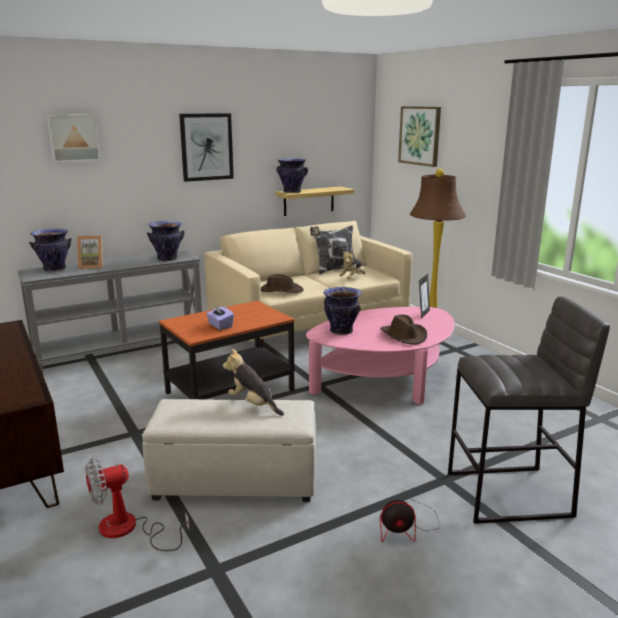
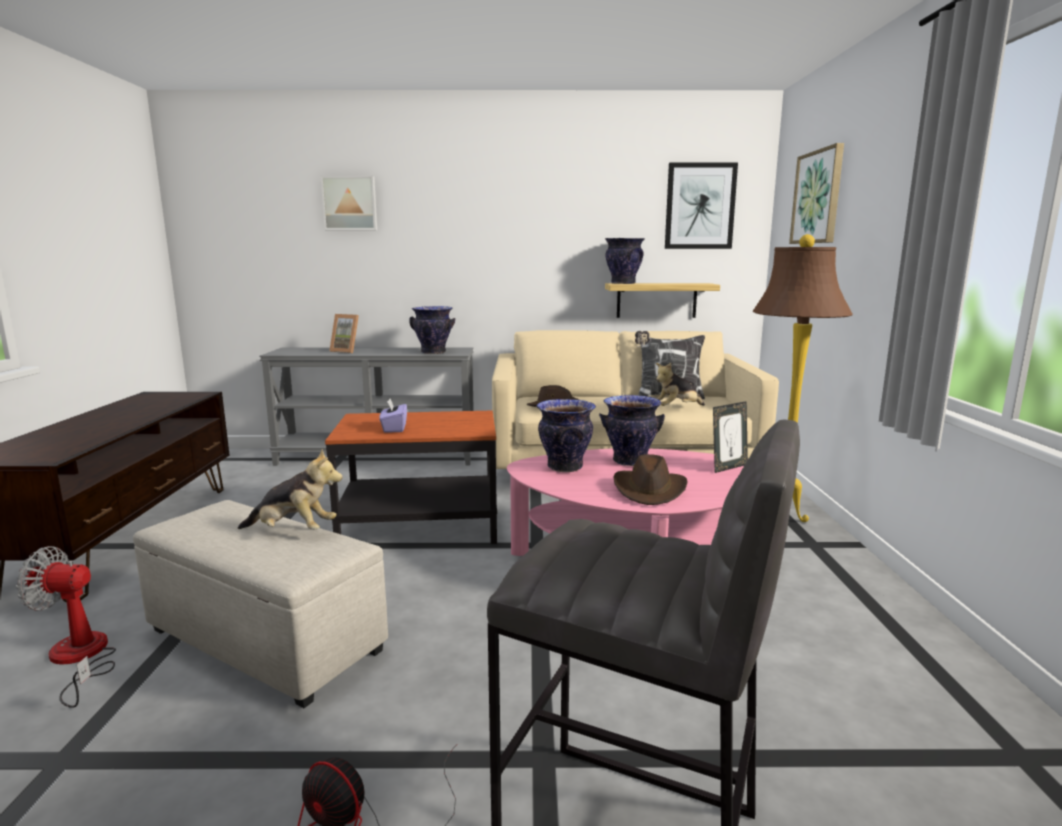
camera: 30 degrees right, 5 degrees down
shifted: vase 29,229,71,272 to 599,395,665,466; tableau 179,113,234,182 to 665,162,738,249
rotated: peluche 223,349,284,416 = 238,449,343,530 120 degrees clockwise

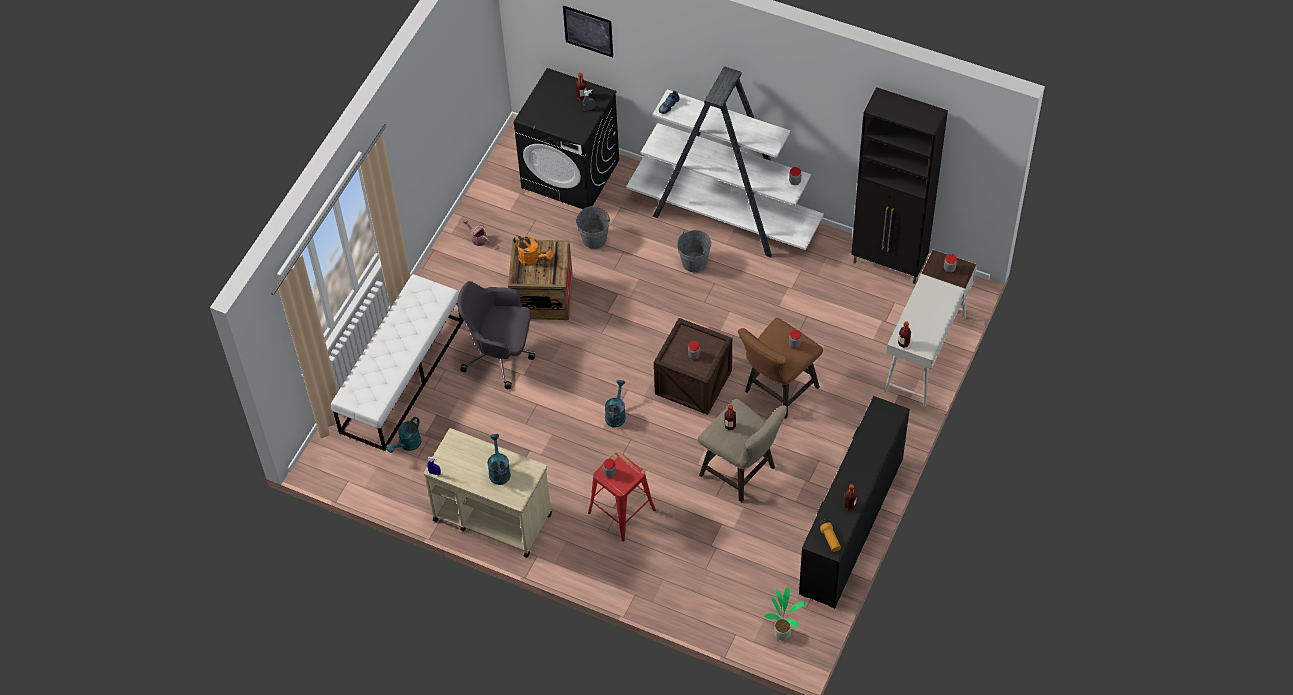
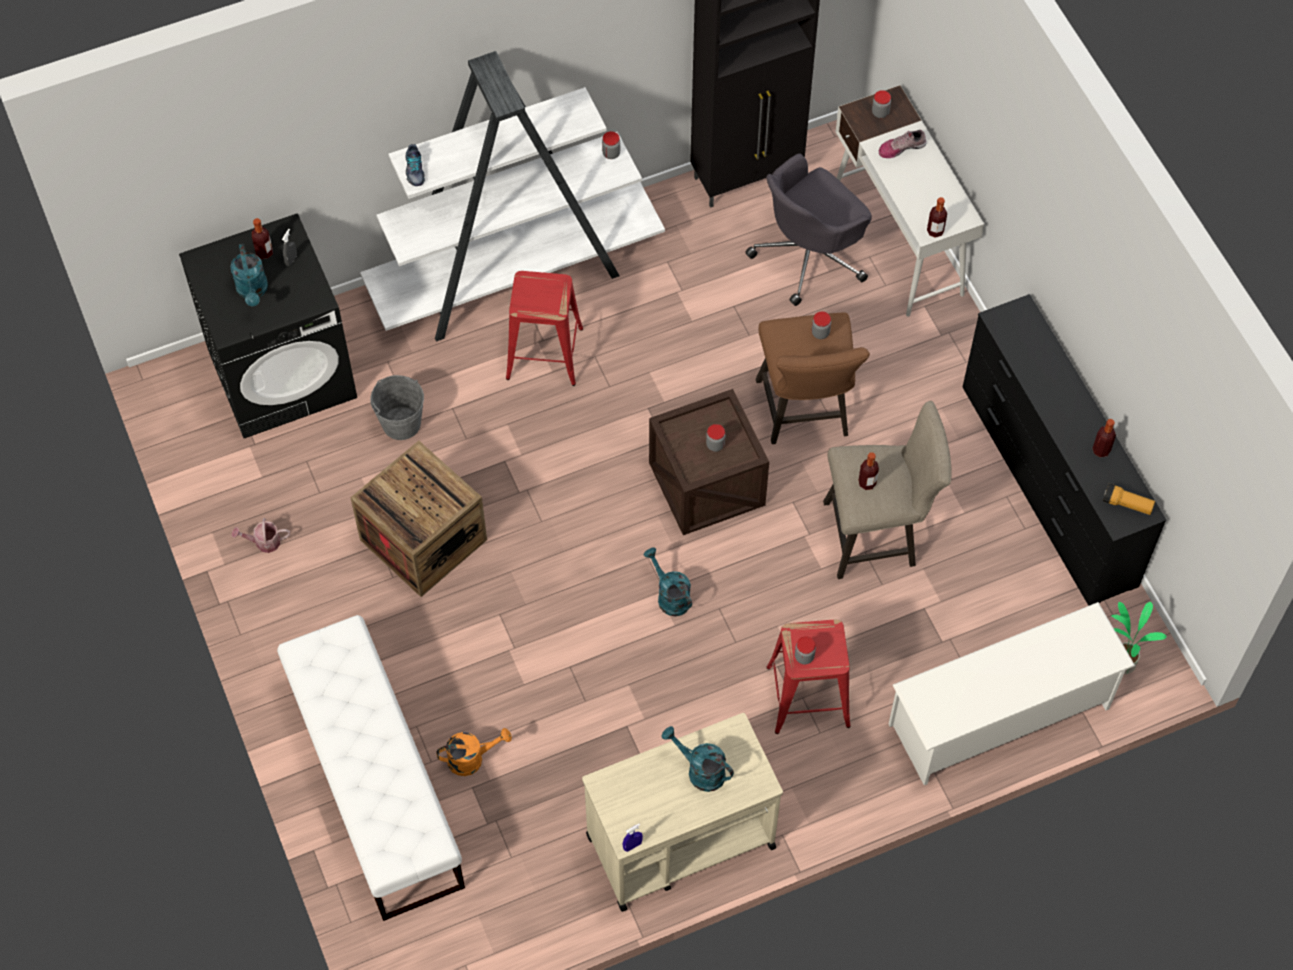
camera: 50 degrees left, 5 degrees up
gone: tableau 563,5,613,57
new: chaussure 879,129,927,158; étagère à chaussures (blanc) 889,602,1135,785
shifted: arrosoir (turquoise) 387,417,421,453 to 230,243,268,306; chaise de bureau (gris) 457,281,535,389 to 745,153,872,306; arrosoir (orange) 513,235,553,266 to 436,728,512,776
swapped: seau (gris) 677,230,711,272 to tabouret (rouge) 506,271,583,386

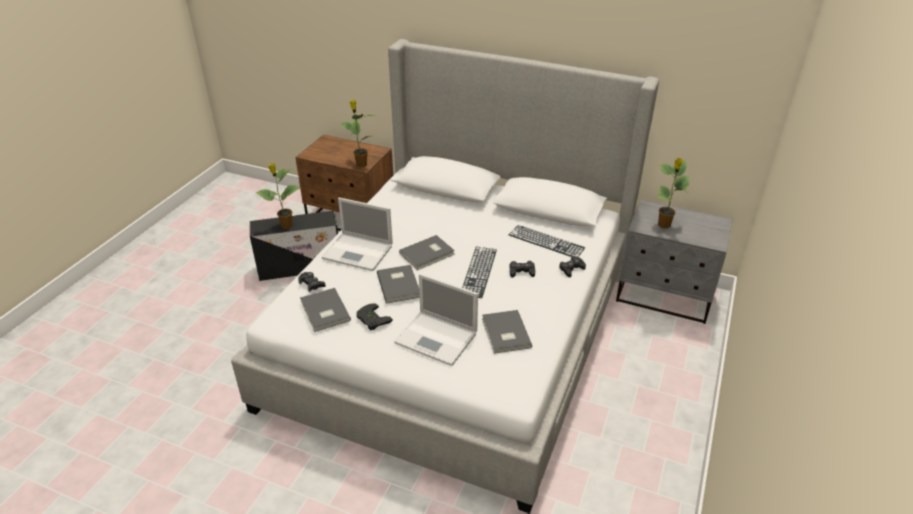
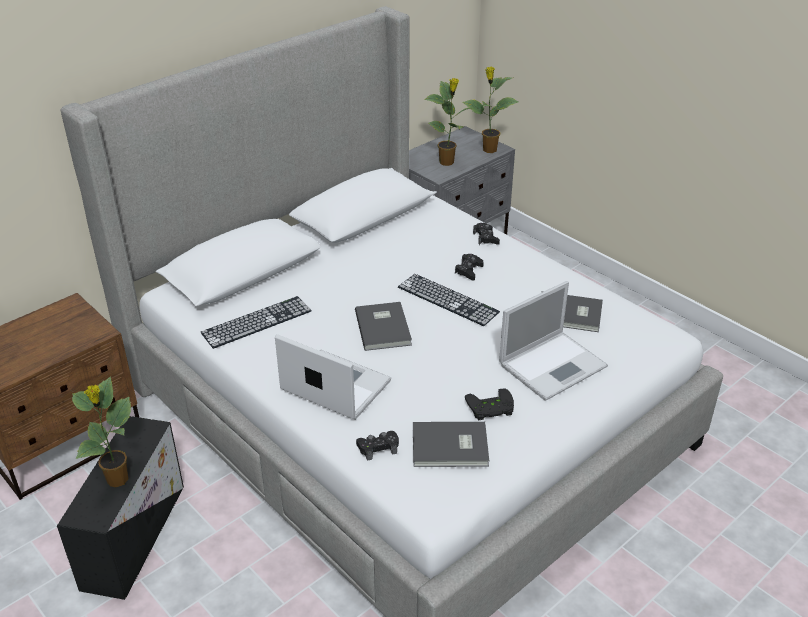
camera: 65 degrees left, 0 degrees up
gone: livre (gris) 377,265,420,304
shifted: plante en pot 340,100,375,167 to 462,67,519,153; clavier 509,225,585,257 to 200,296,312,349
rotated: ordinateur portable 322,198,393,271 = 275,334,391,420 105 degrees counterclockwise

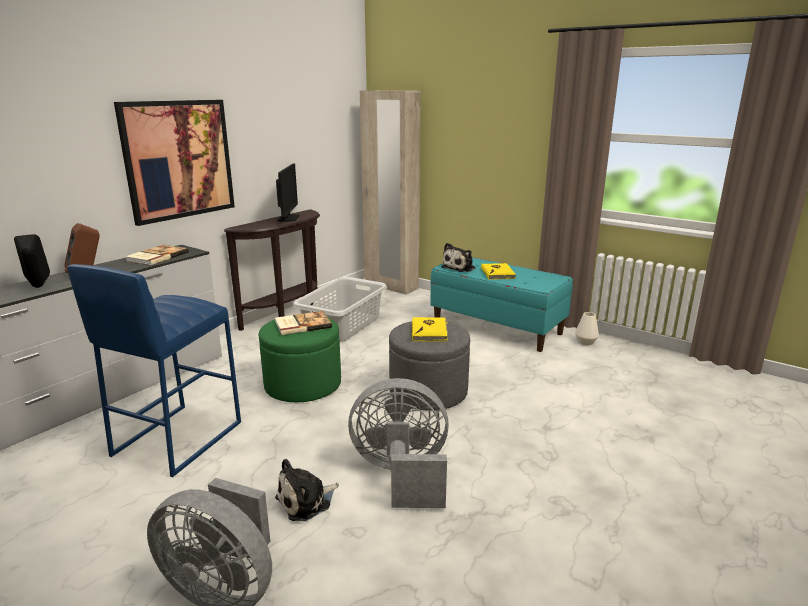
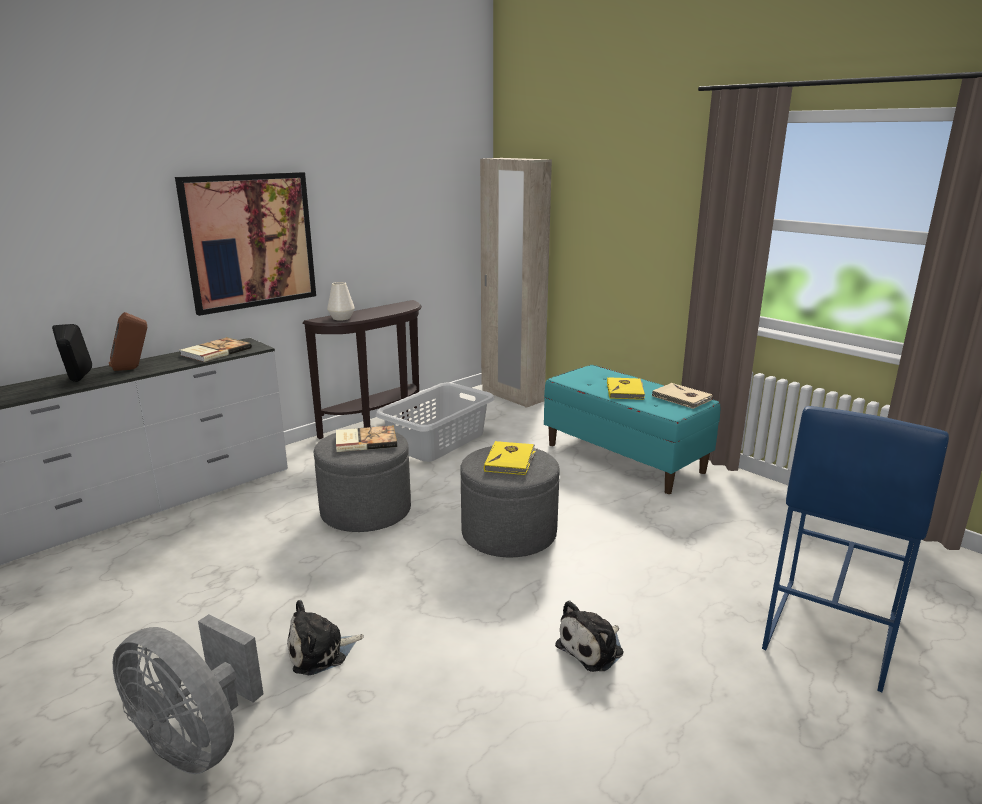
camera: 10 degrees right, 0 degrees up
gone: écran d'ordinateur 276,163,299,221; ventilateur (gris) 348,378,449,508
new: livre (beige) 651,383,712,409
shifted: tabouret (bleu) 67,264,241,477 to 762,406,949,692; peluche 441,243,476,272 to 555,601,623,672; vase (blanc) 575,312,599,345 to 327,282,355,320
repainted: pouf (vert) 259,318,341,402 to pouf (gris) 314,428,411,532

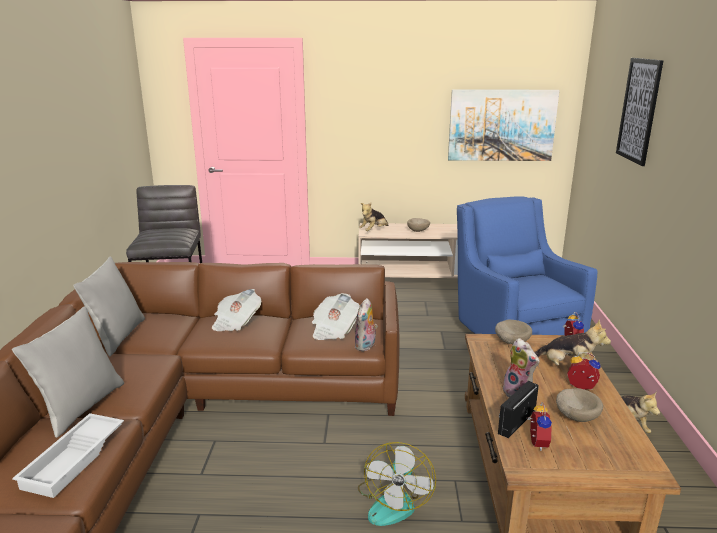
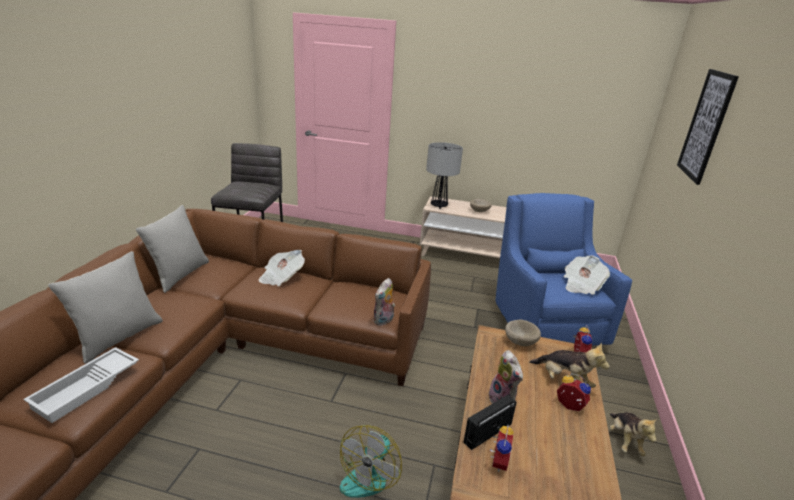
camera: 10 degrees right, 5 degrees up
gone: tableau 448,89,560,161; bol (beige) 556,388,603,422
shifted: journal 312,293,360,340 to 564,256,610,295
swapped: peluche 359,202,389,231 to lampe de table 426,142,463,209

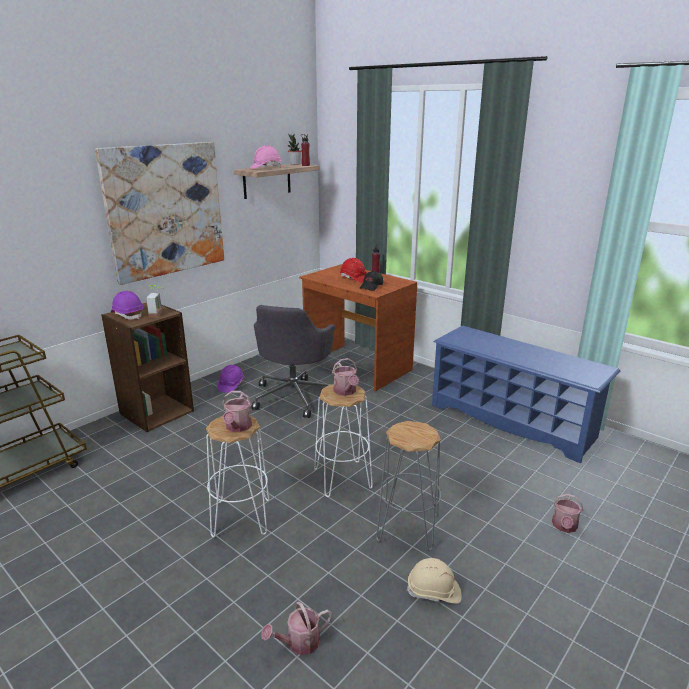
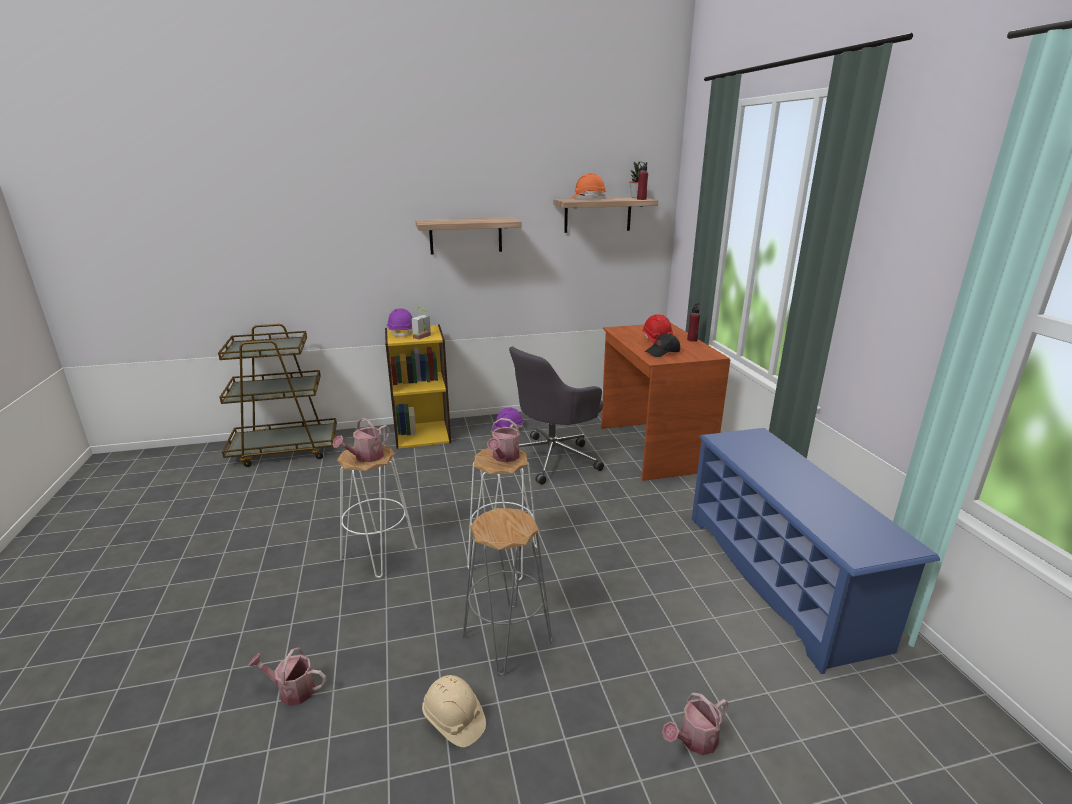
camera: 35 degrees right, 0 degrees up
swapped: tableau 95,142,224,285 to étagère 415,217,522,254
repainted: bibliothèque (marron) 101,303,194,432 to bibliothèque (jaune) 385,324,451,449; casque de chantier (rose) 250,145,281,169 to casque de chantier (orange) 571,173,606,199

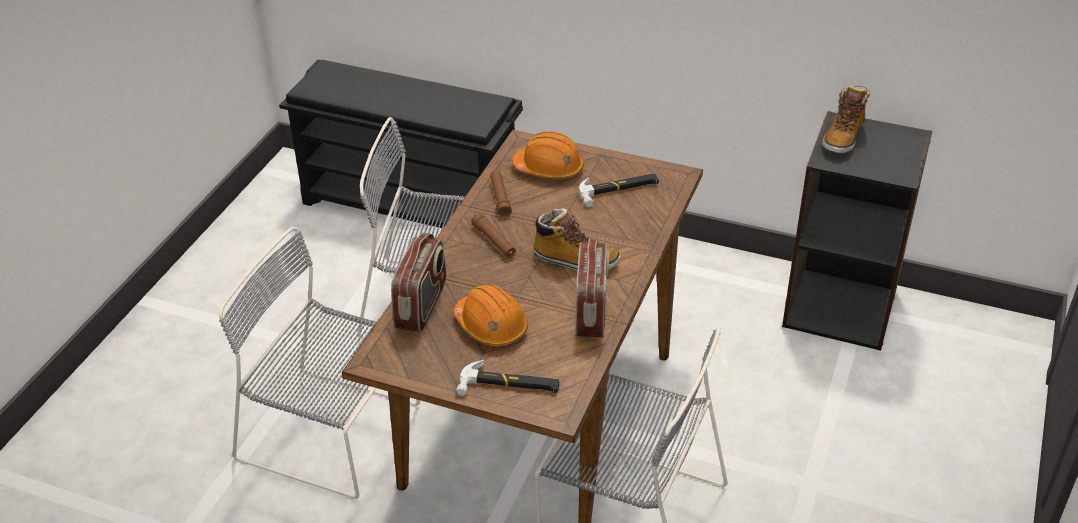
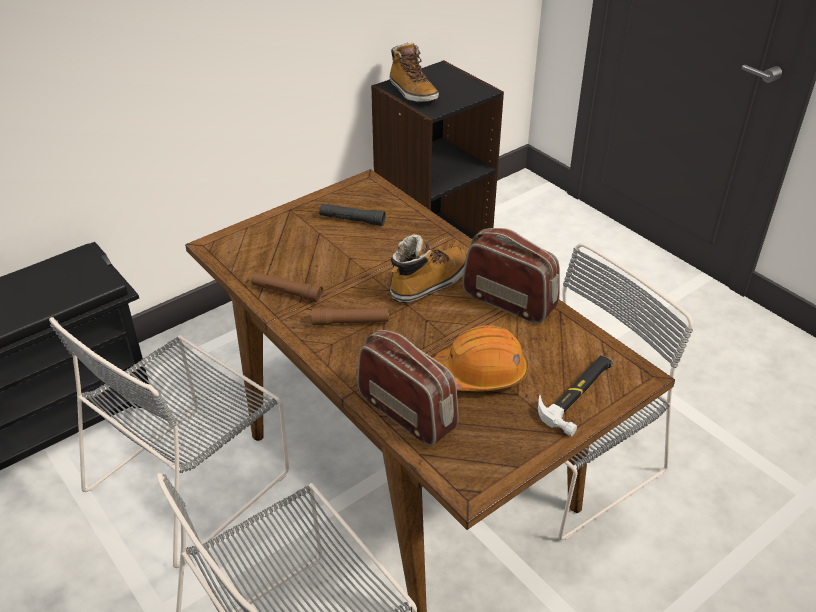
camera: 60 degrees left, 0 degrees up
gone: casque de chantier (orange) 512,131,584,179
swapped: marteau 579,173,659,207 to lampe de poche (noir) 319,204,386,226

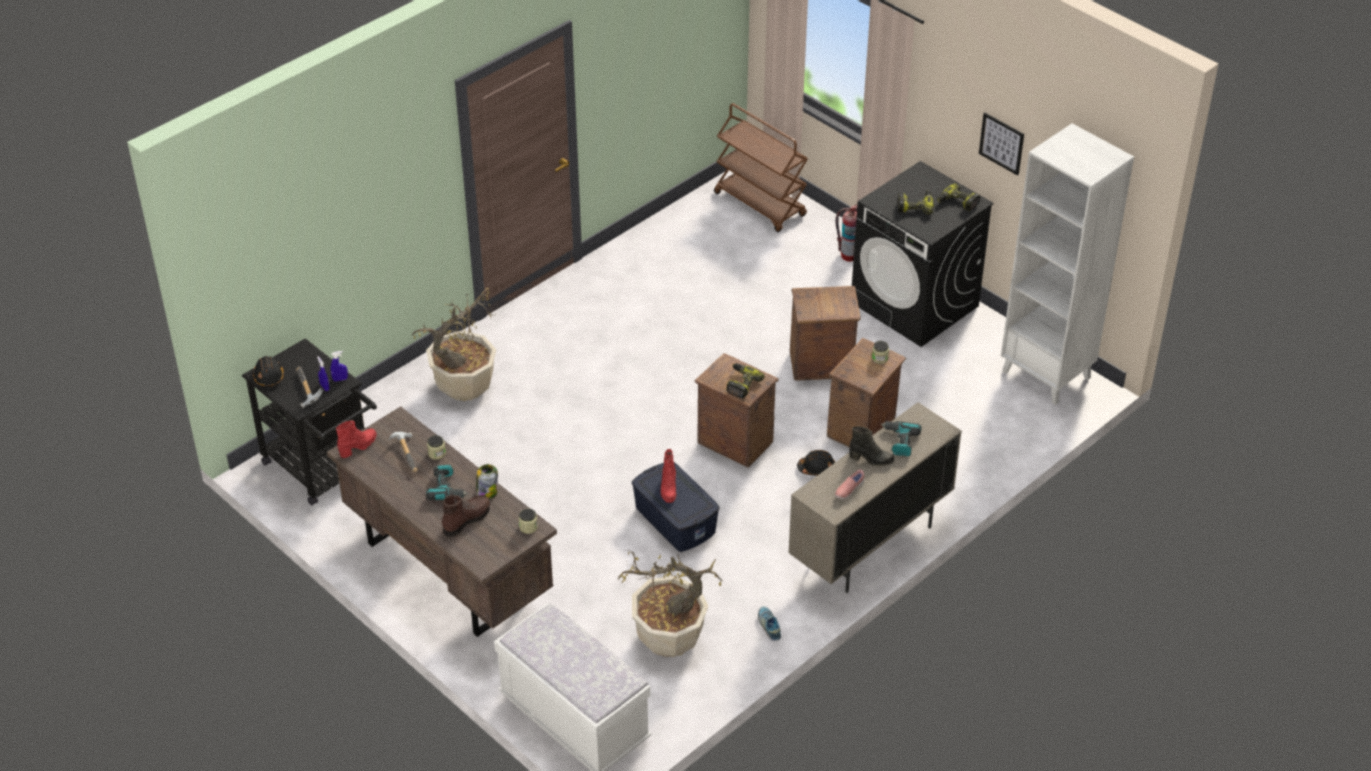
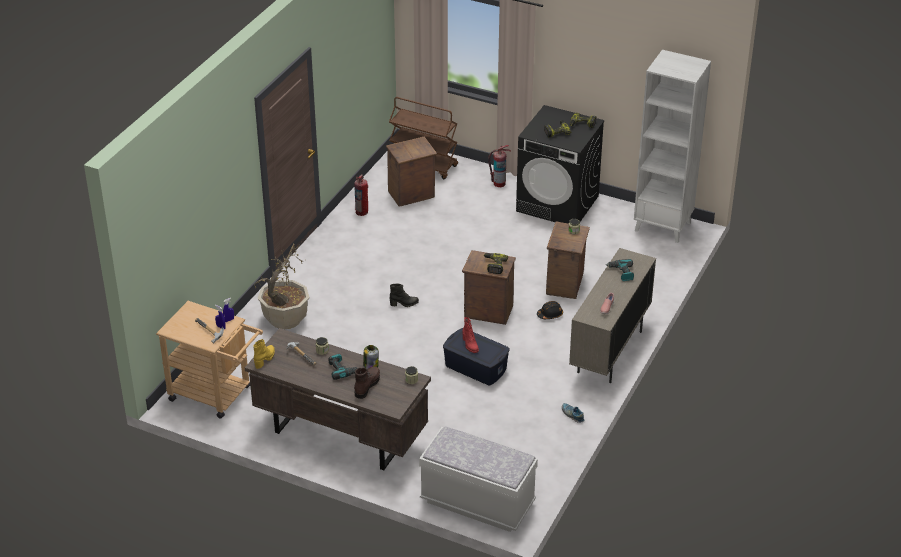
camera: 20 degrees left, 5 degrees down
gone: casque de chantier (noir) 253,356,284,387; plante en pot 618,550,722,657; tableau 979,112,1024,176
new: extincteur 354,174,368,216
shifted: caisse 790,286,861,380 to 386,137,437,206; botte (noir) 849,426,895,466 to 389,283,419,307
repainted: chariot (noir) 242,338,377,505 to chariot (beige) 156,301,263,419; botte (rouge) 336,420,377,458 to botte (jaune) 253,339,275,369

